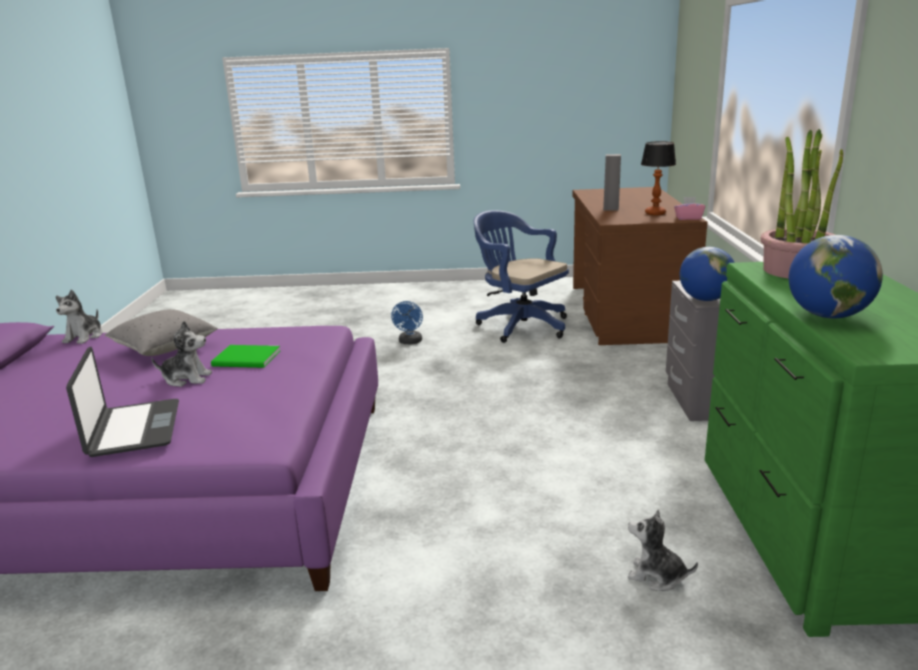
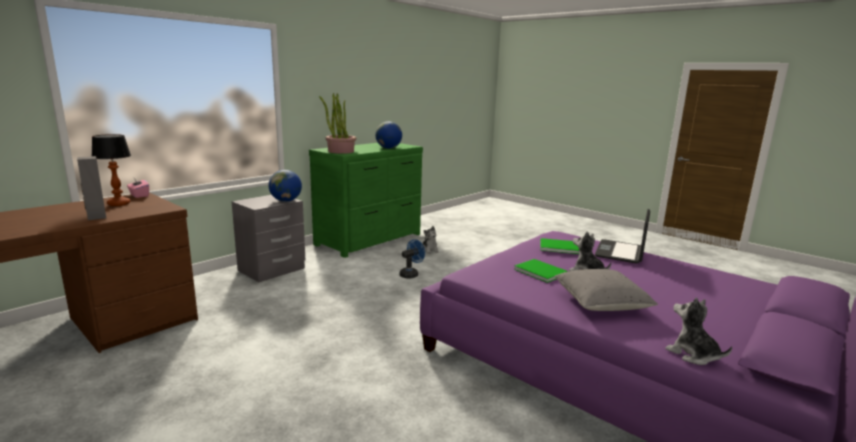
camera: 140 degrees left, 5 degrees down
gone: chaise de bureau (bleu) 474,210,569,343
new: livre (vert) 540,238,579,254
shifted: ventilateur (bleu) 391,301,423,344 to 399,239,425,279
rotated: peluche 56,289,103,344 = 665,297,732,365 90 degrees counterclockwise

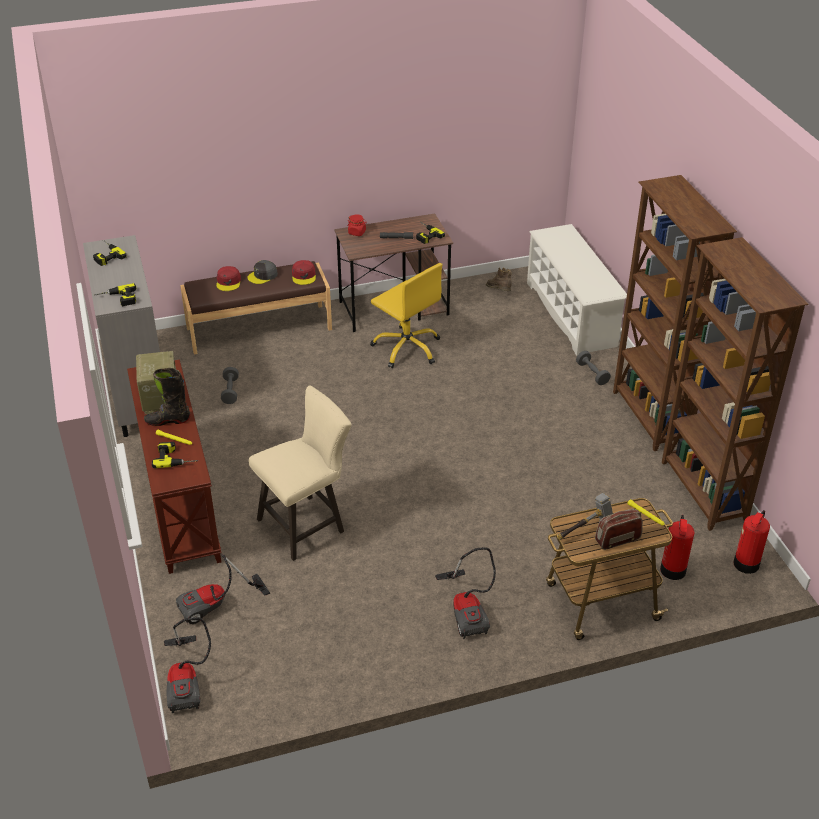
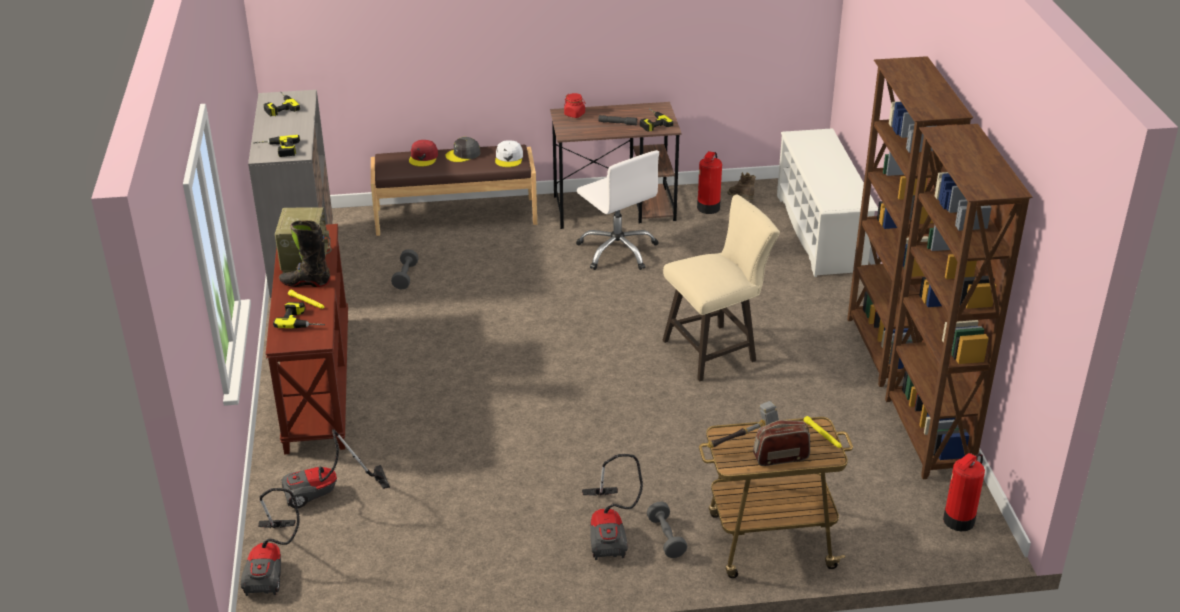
camera: 10 degrees right, 5 degrees down
shifted: tabouret (beige) 249,386,351,561 to 663,194,780,382; haltère (gris) 576,351,611,385 to 647,502,687,558; extincteur 660,515,695,580 to 697,151,722,214
repainted: casquette (rouge) 292,260,316,285 to casquette (blanc) 495,140,523,167; chaise de bureau (jaune) 370,263,442,368 to chaise de bureau (blanc) 576,150,659,270

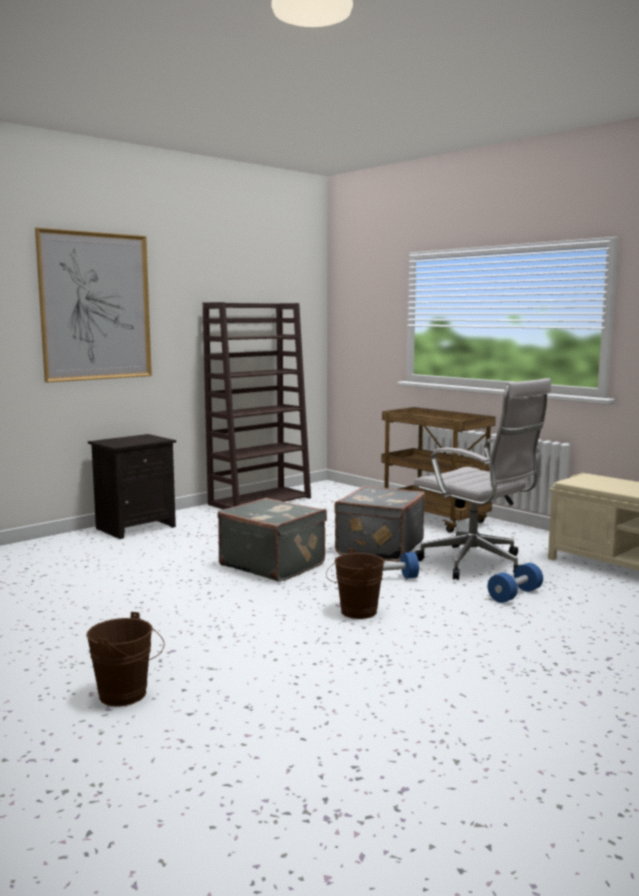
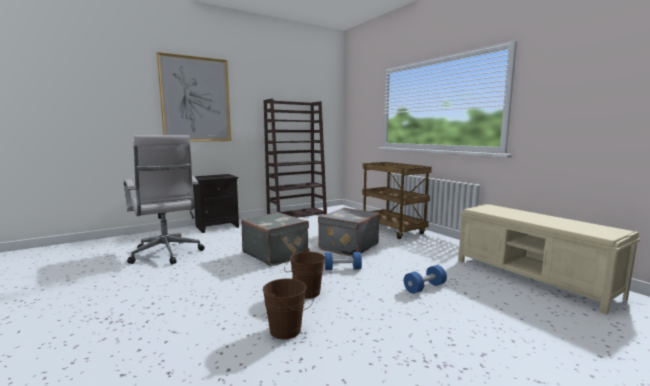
camera: 10 degrees right, 0 degrees up
shifted: seau (marron) 86,612,165,707 to 263,275,314,340; chaise de bureau (blanc) 414,378,552,580 to 124,135,205,265

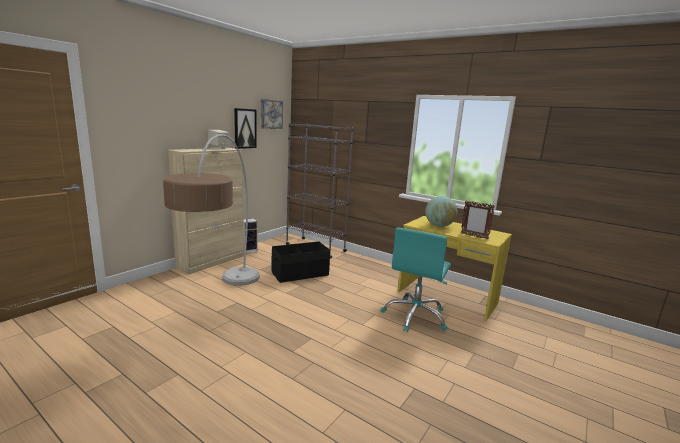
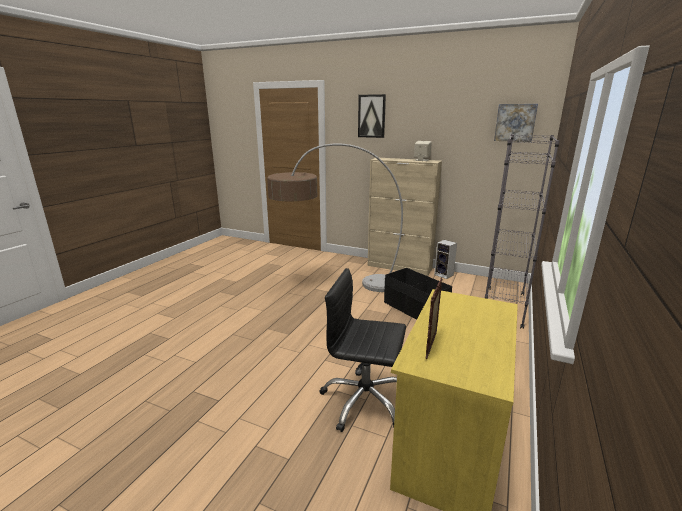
camera: 80 degrees right, 5 degrees up
gone: globe 425,196,458,227
shifted: tableau 234,108,257,149 to 358,94,386,138
repainted: chaise de bureau (turquoise) 381,227,451,332 to chaise de bureau (noir) 319,268,406,432

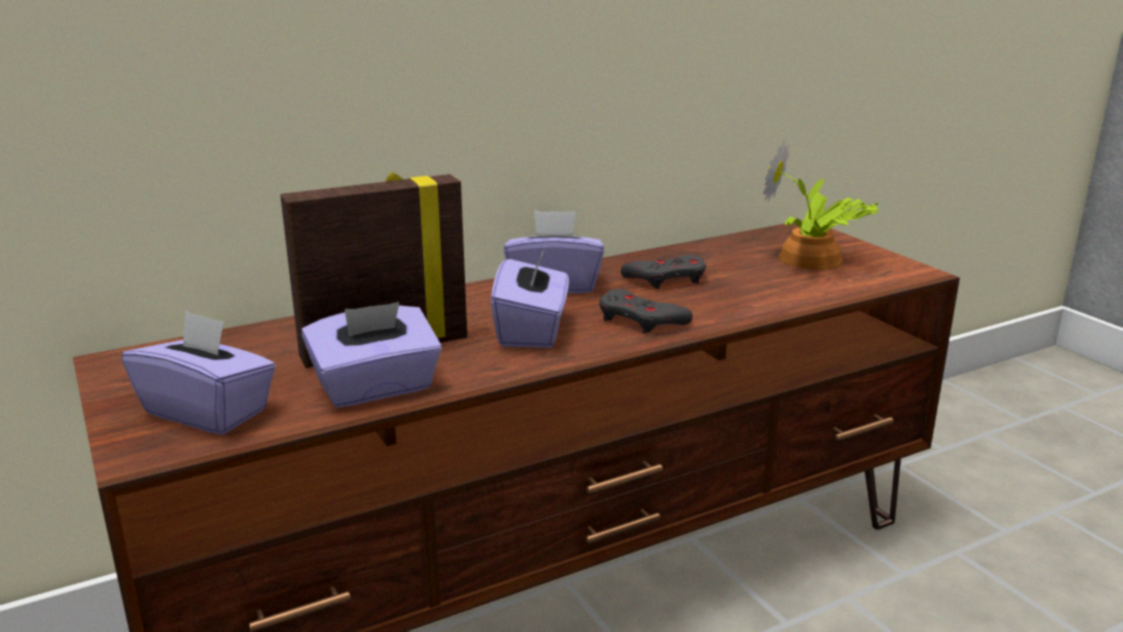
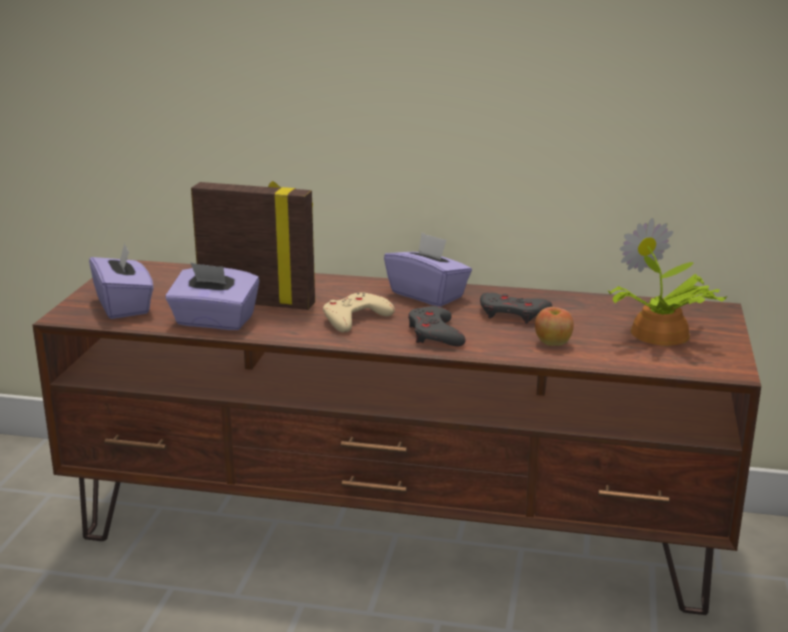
camera: 40 degrees right, 0 degrees up
new: pomme 535,307,574,346
swapped: boîte à mouchoirs (violet) 491,247,569,348 to manette (beige) 323,292,395,333

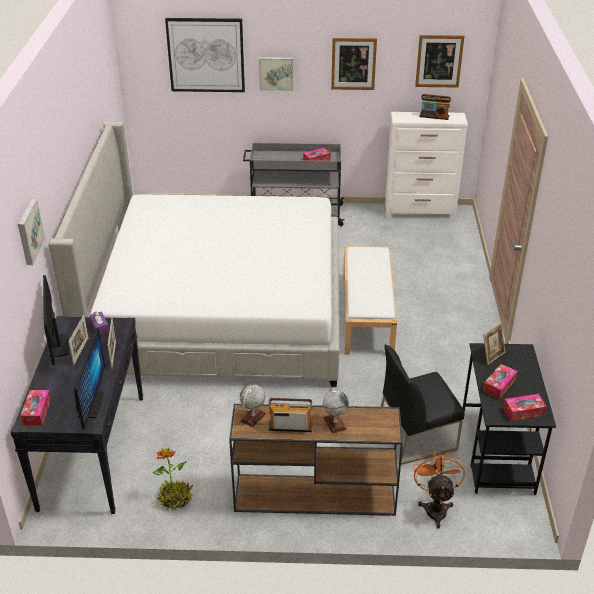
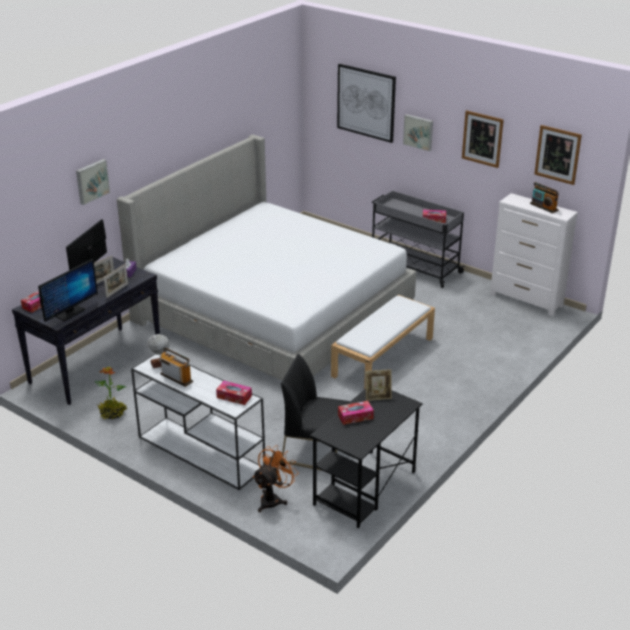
camera: 35 degrees right, 5 degrees down
gone: globe 323,388,349,434
shifted: boîte à mouchoirs 503,394,547,421 to 216,381,252,405
repainted: table console (marron) 229,404,403,516 to table console (blanc) 131,354,265,490

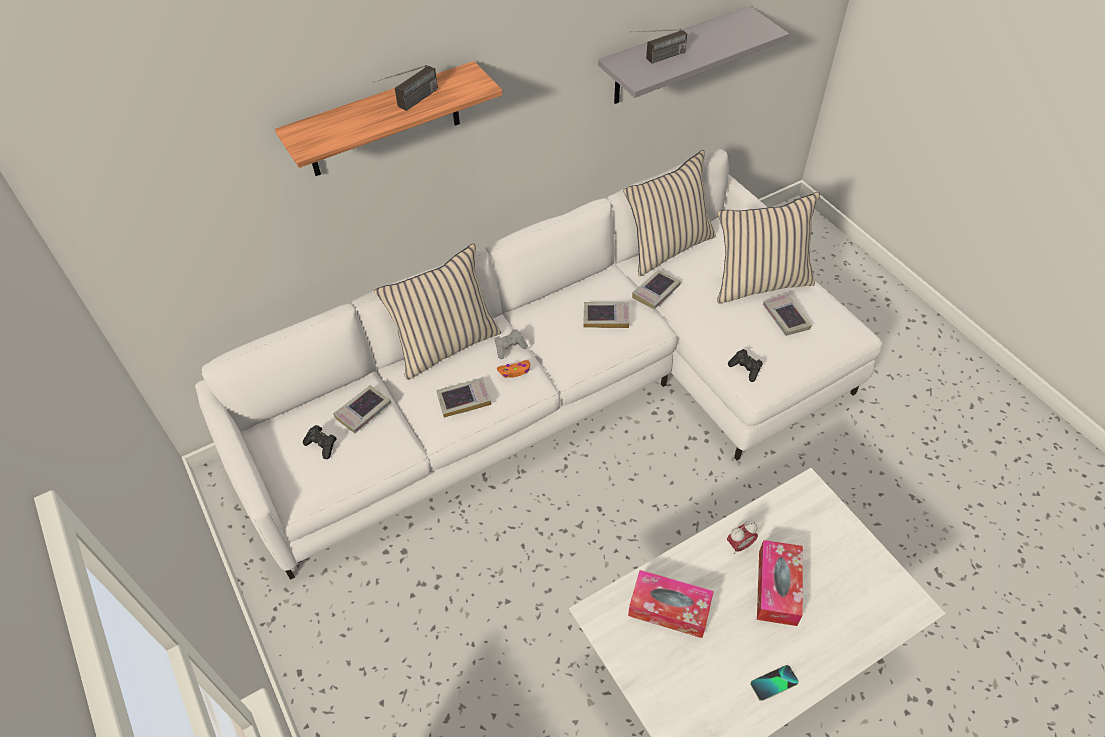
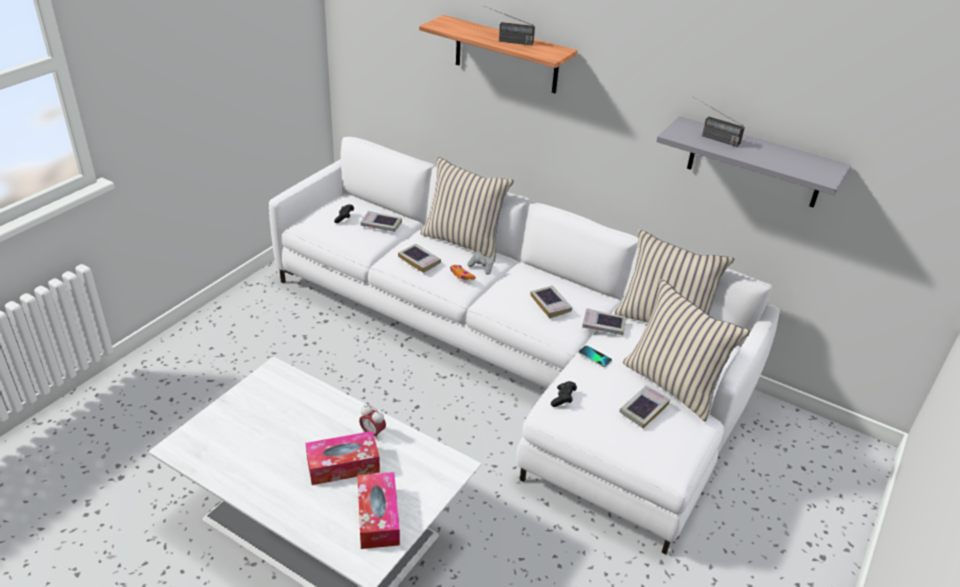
camera: 60 degrees right, 15 degrees down
shifted: boîte à mouchoirs 628,570,714,638 to 357,472,400,549; téléphone 750,665,799,701 to 578,345,612,367

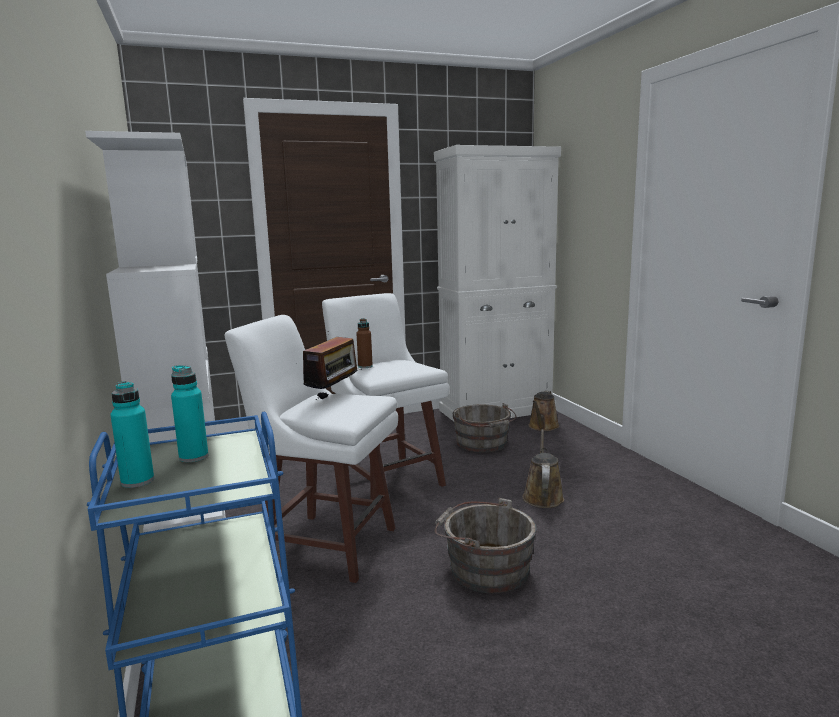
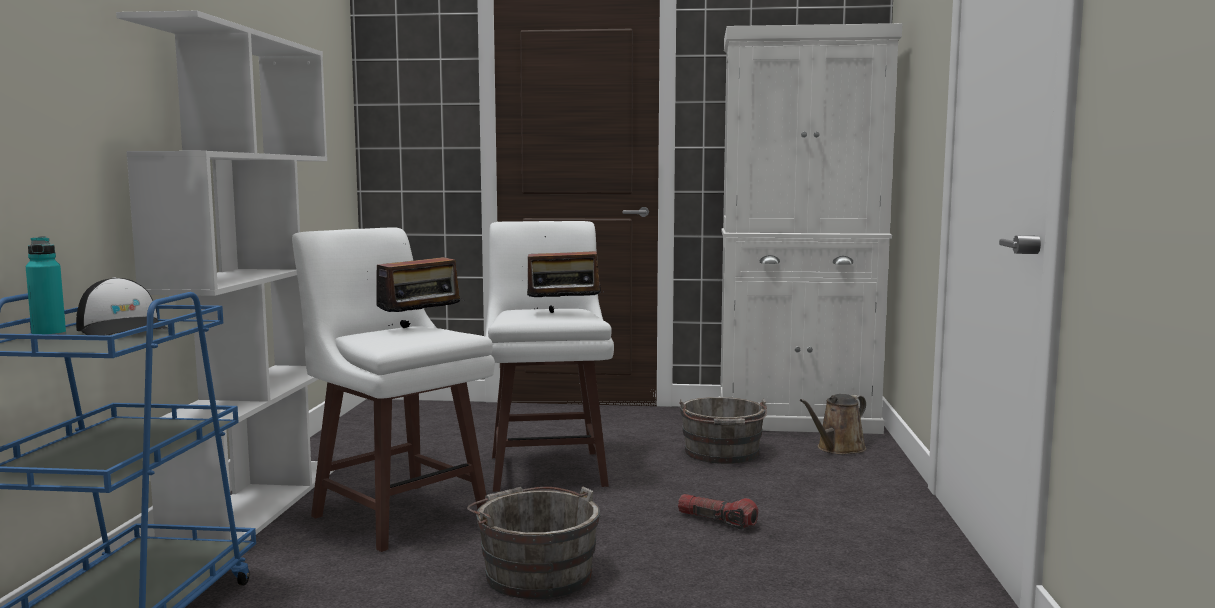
camera: 25 degrees right, 5 degrees down
gone: bouteille (marron) 356,318,373,368
new: radio 522,236,604,313
swapped: bouteille (turquoise) 171,365,208,462 to casquette 76,277,168,335; arrosoir (marron) 522,429,564,508 to lampe de poche 678,494,758,530

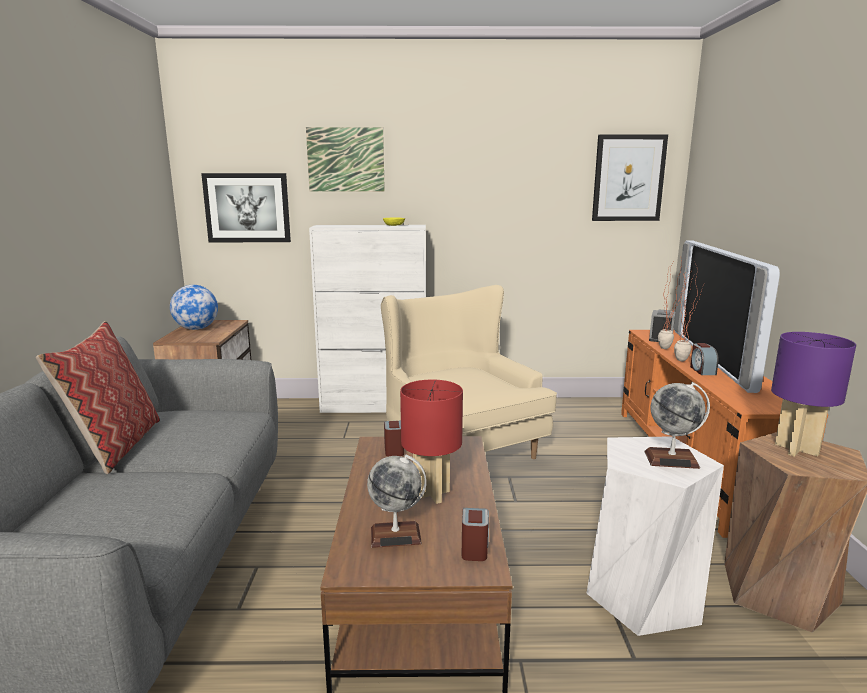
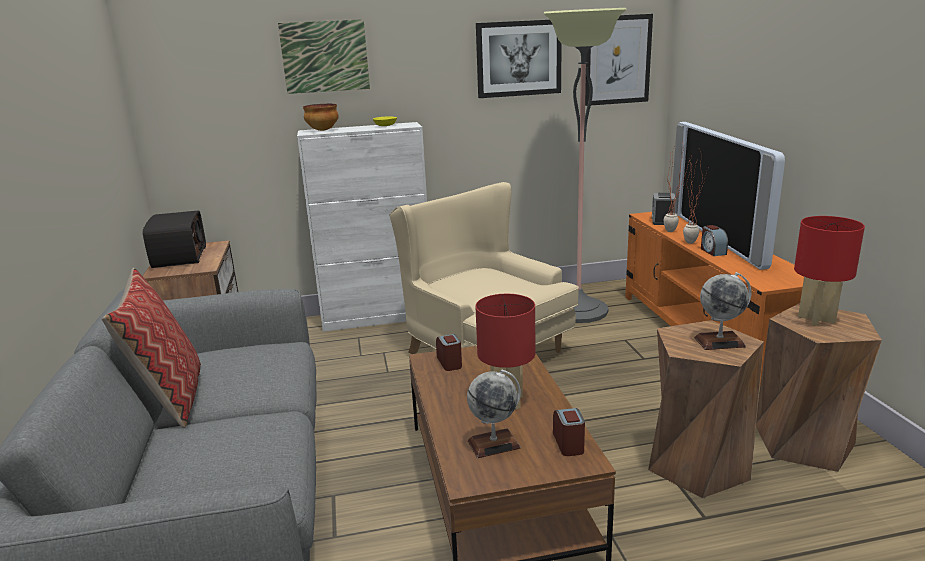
camera: 10 degrees left, 5 degrees up
new: bol 303,104,339,131; lampadaire 543,8,627,323
shifted: tableau 201,173,291,242 to 476,20,562,98
swapped: globe 170,285,218,330 to radio 142,210,206,268
repainted: tabouret (blanc) 587,436,724,636 to tabouret (marron) 648,320,764,498; lampe de table (violet) 771,332,856,457 to lampe de table (rouge) 794,216,865,326

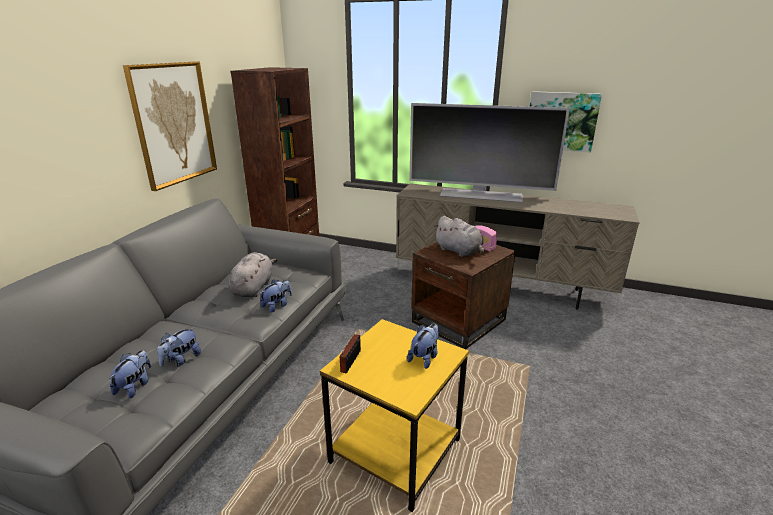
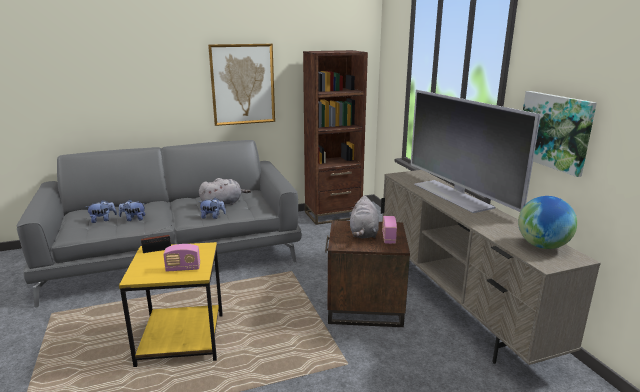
camera: 50 degrees right, 5 degrees down
new: globe 518,196,577,249
swapped: peluche 407,324,439,369 to radio 163,244,200,272

